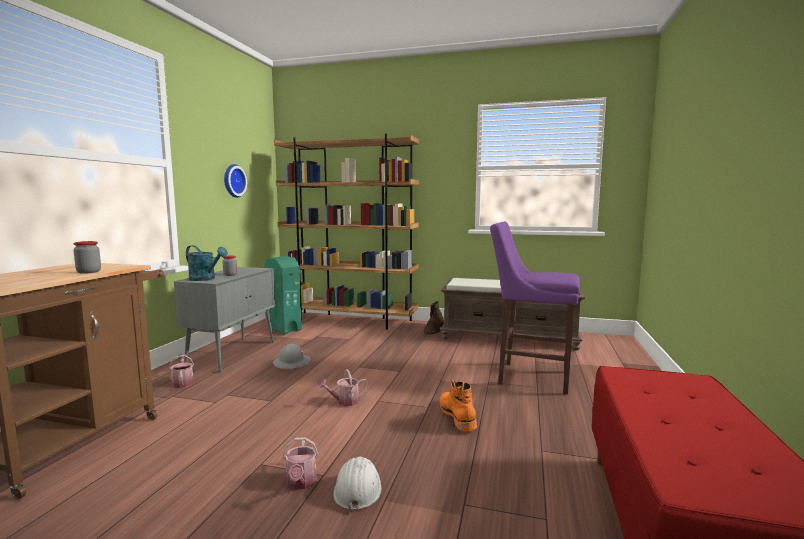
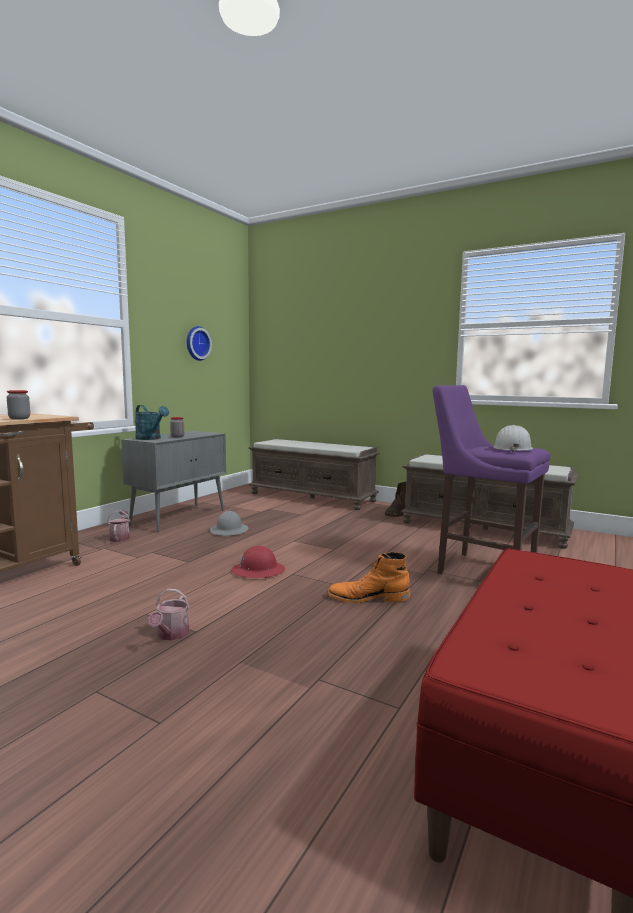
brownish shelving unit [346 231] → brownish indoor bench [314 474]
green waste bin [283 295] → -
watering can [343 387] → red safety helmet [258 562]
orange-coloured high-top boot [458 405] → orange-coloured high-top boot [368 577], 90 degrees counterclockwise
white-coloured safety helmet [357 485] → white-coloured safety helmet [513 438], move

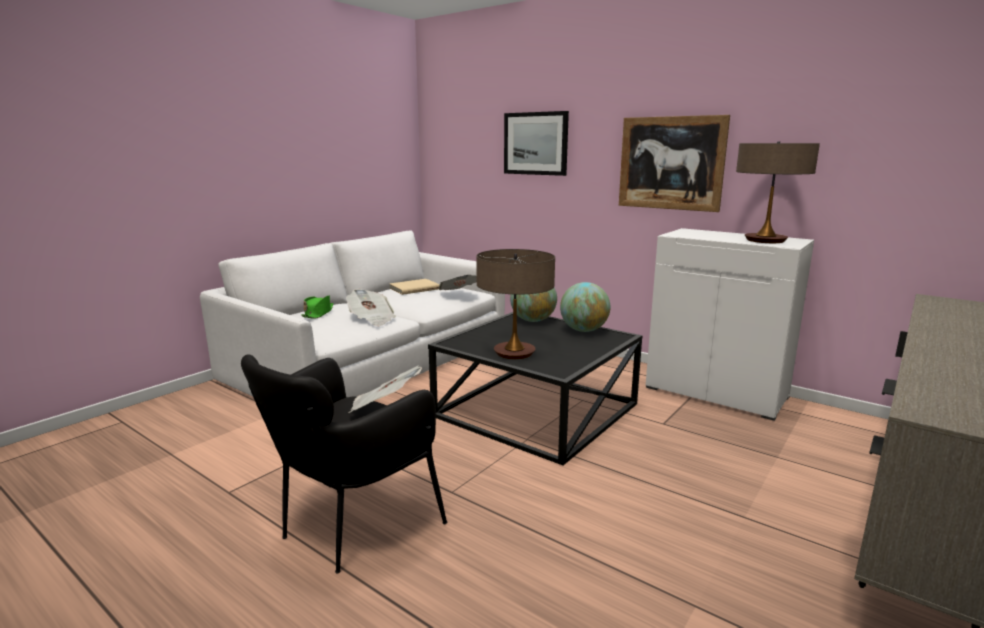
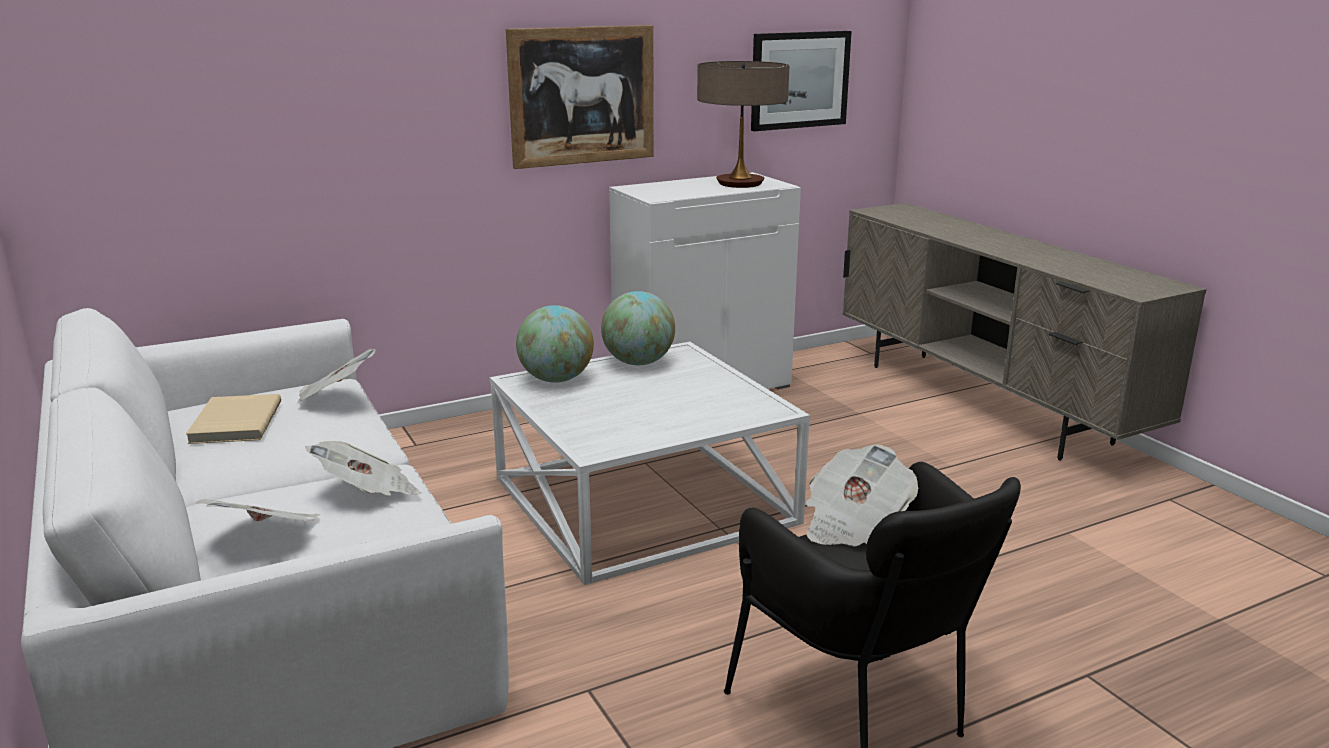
wall art [536 143] → wall art [801 81], move
lamp for a table [515 304] → -
green clothing hat [317 307] → printed paper [257 510]
blackish low table [535 389] → white-coloured low table [650 463]

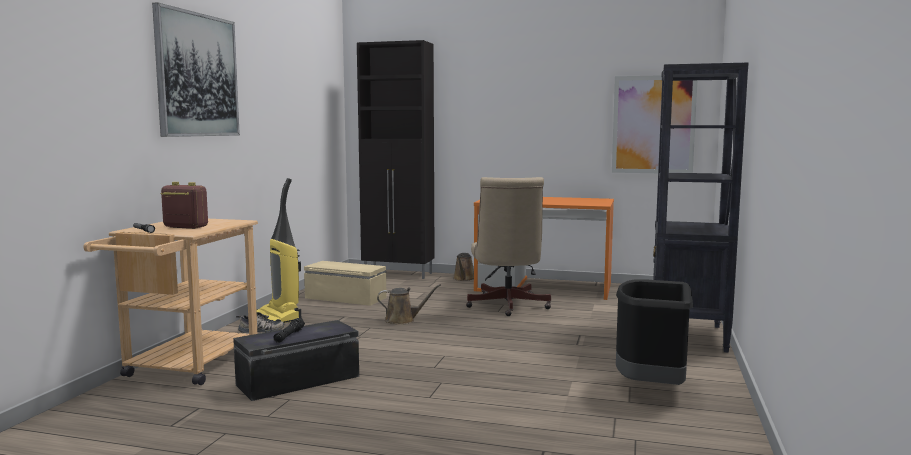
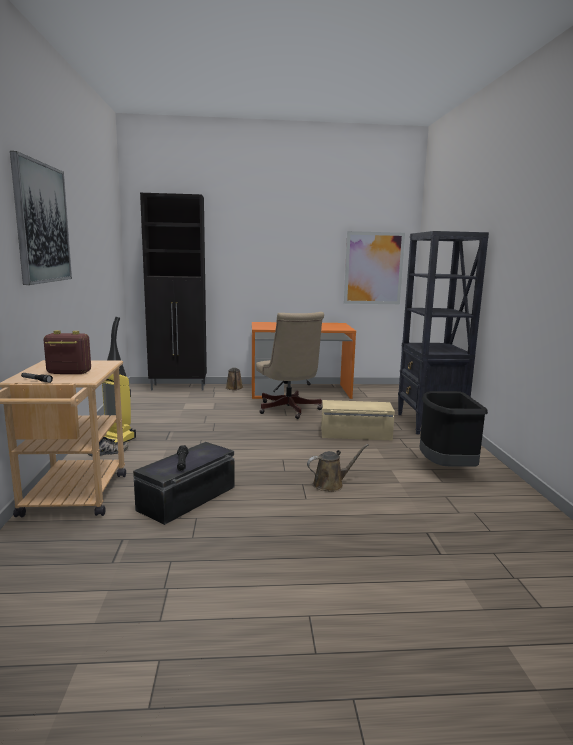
beige-coloured storage bin [345 283] → beige-coloured storage bin [358 420], move
brownish watering can [409 304] → brownish watering can [338 468], move

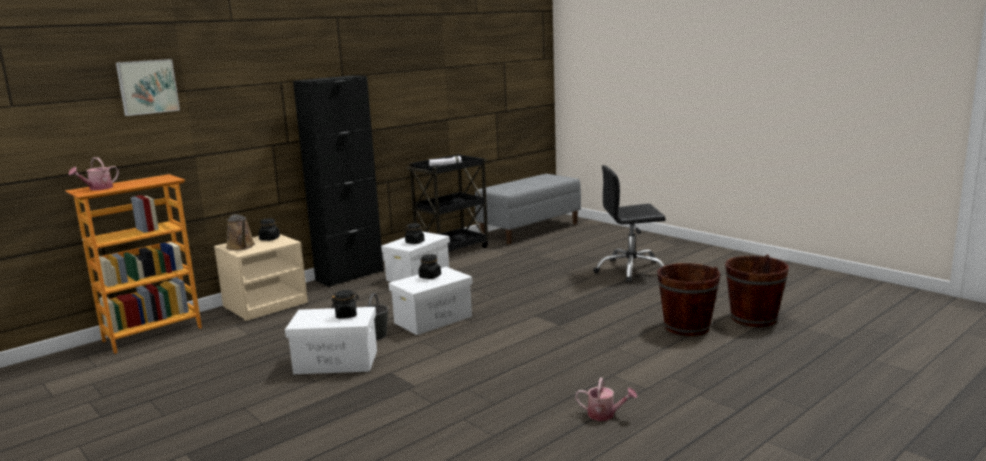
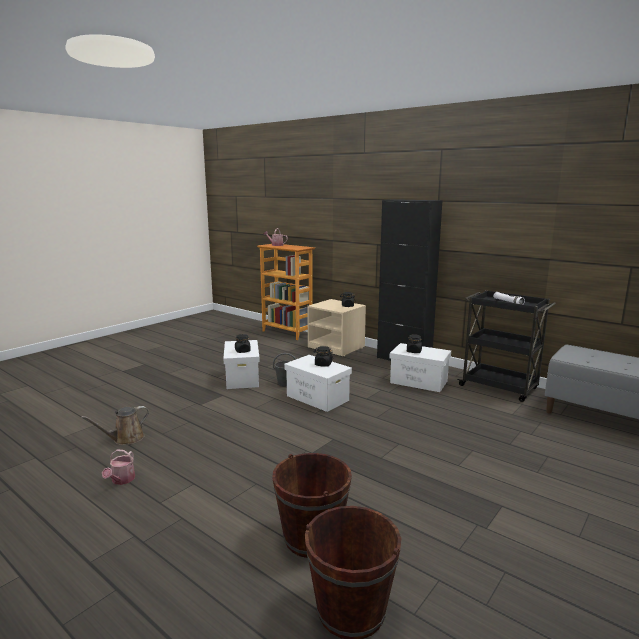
wall art [148 87] → -
blackish computer chair [629 224] → -
brownish watering can [240 233] → brownish watering can [115 425], move

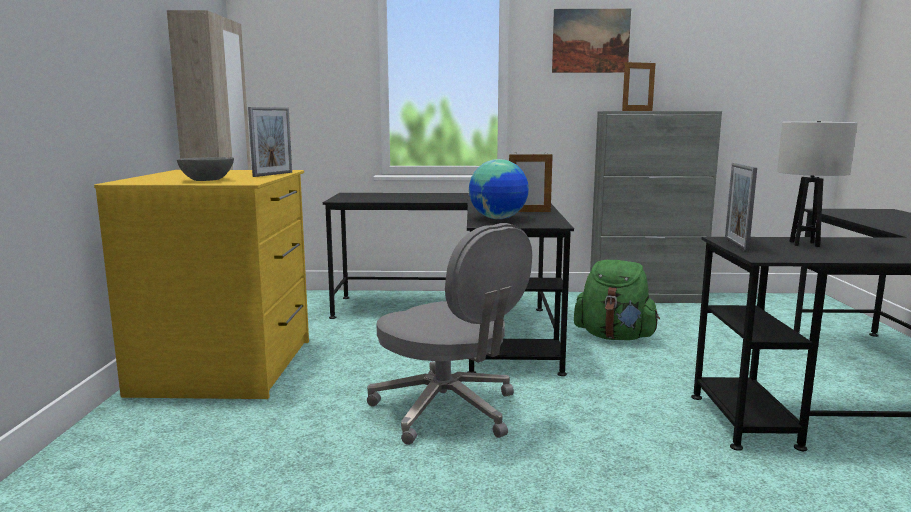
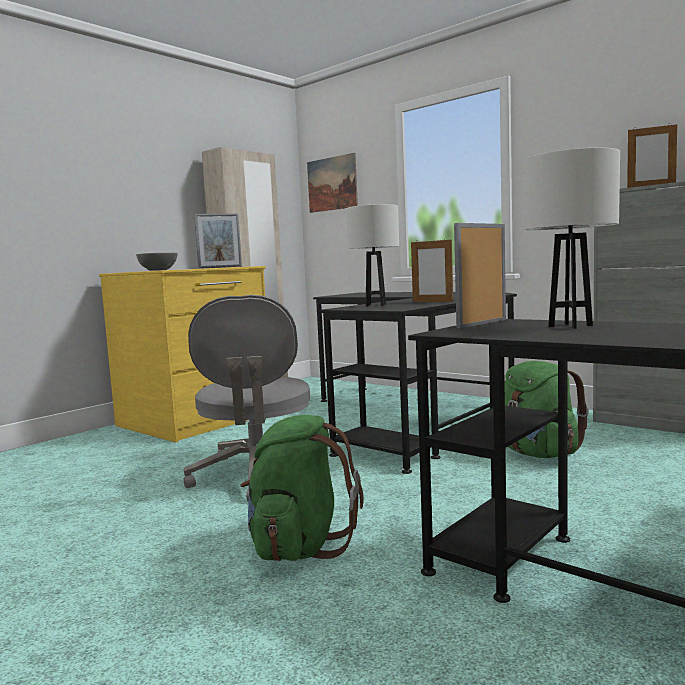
wall art [591 41] → wall art [332 183], move
desk globe [499 189] → white-coloured lamp for a table [372 255]
- → green knapsack [302 488]

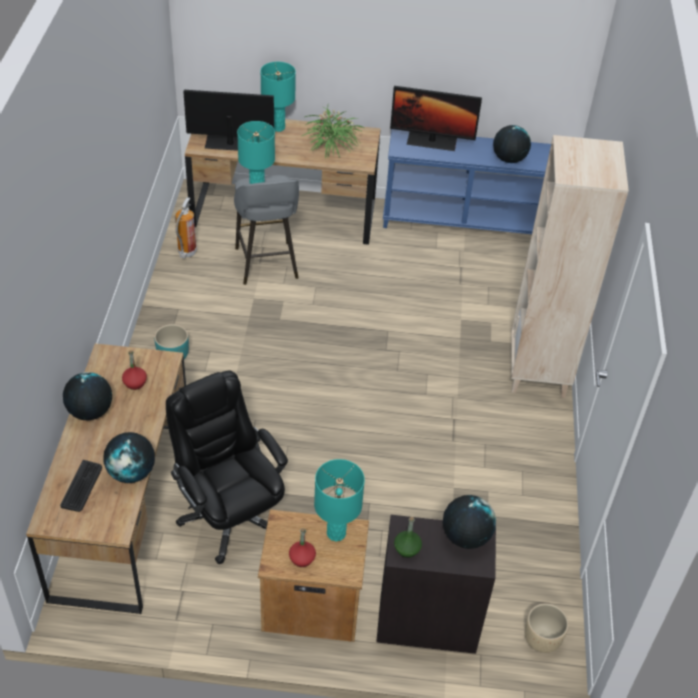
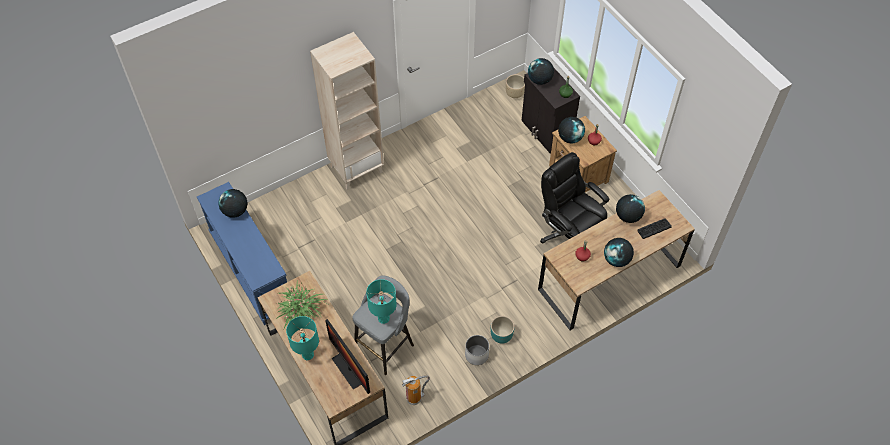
monitor [436 118] → -
blackish computer chair [227 467] → blackish computer chair [574 198], 120 degrees clockwise
turquoise lamp for a table [339 500] → desk globe [571 130]
- → white-coloured plant pot [477 350]

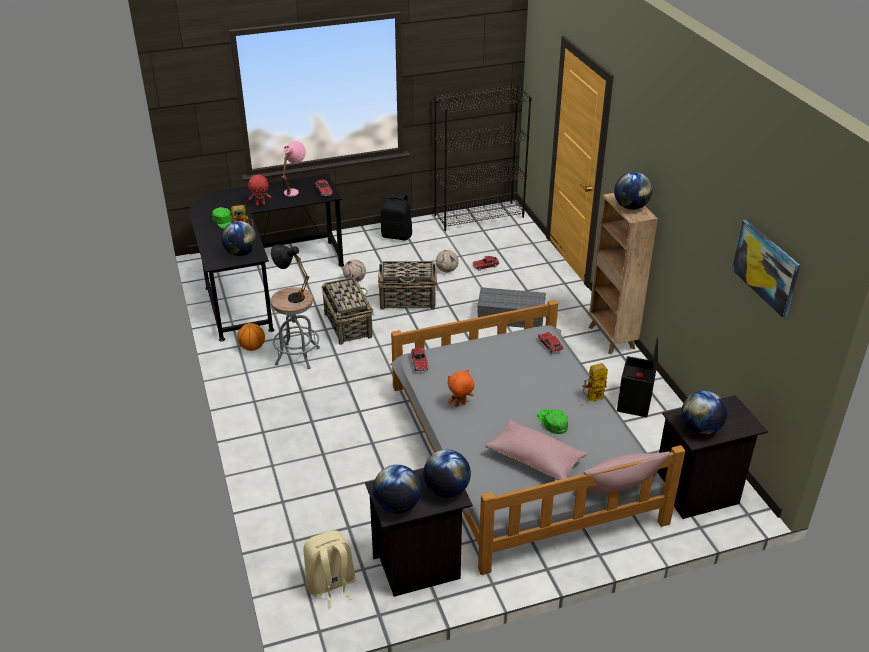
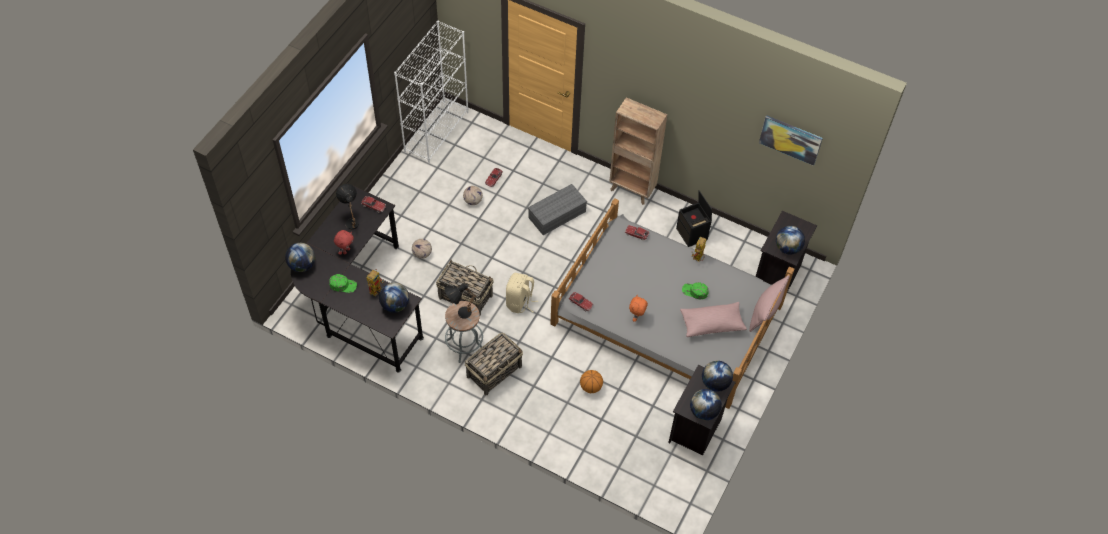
blackish shelving unit [483 158] → white-coloured shelving unit [431 92]
pinkish lamp for a table [294 169] → blackish lamp for a table [347 206]
desk globe [633 191] → desk globe [300 257], move
blackish knapsack [396 216] → -
household basket [408 285] → household basket [494 363], move
basketball [251 337] → basketball [591 381], move
beige-coloured knapsack [329 569] → beige-coloured knapsack [522 293], move

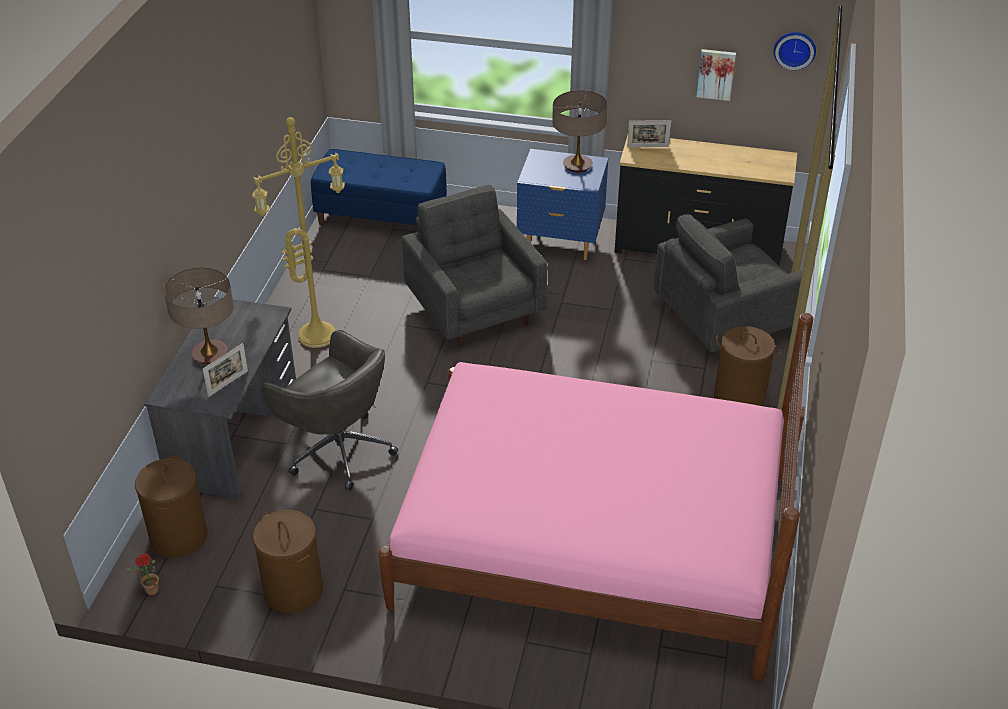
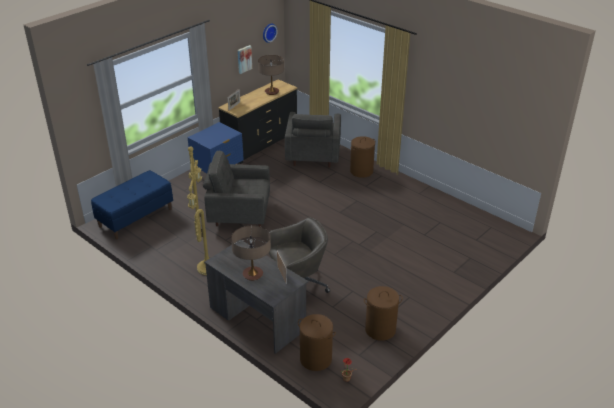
lamp for a table [579 131] → lamp for a table [271 75], move
pinkish bed [595 497] → -

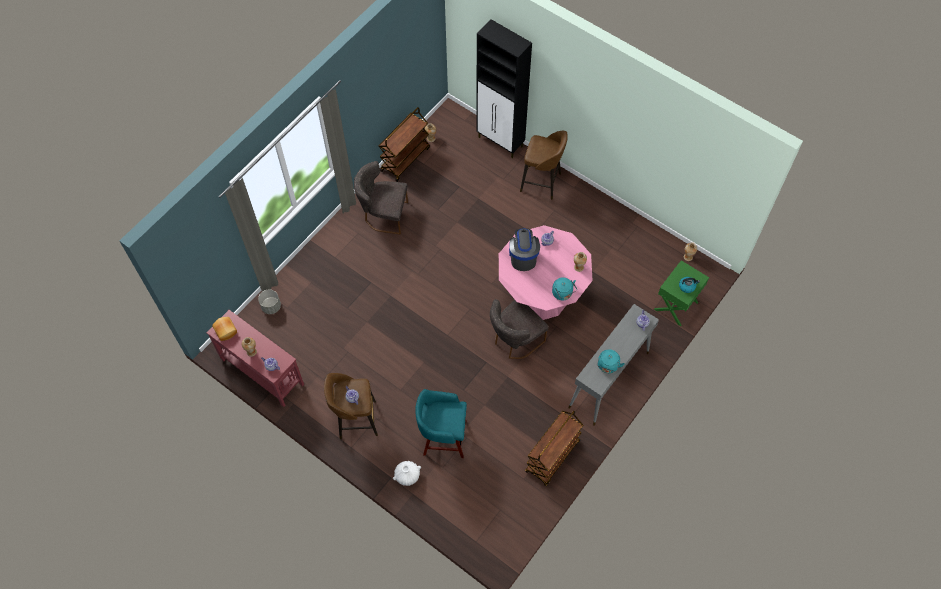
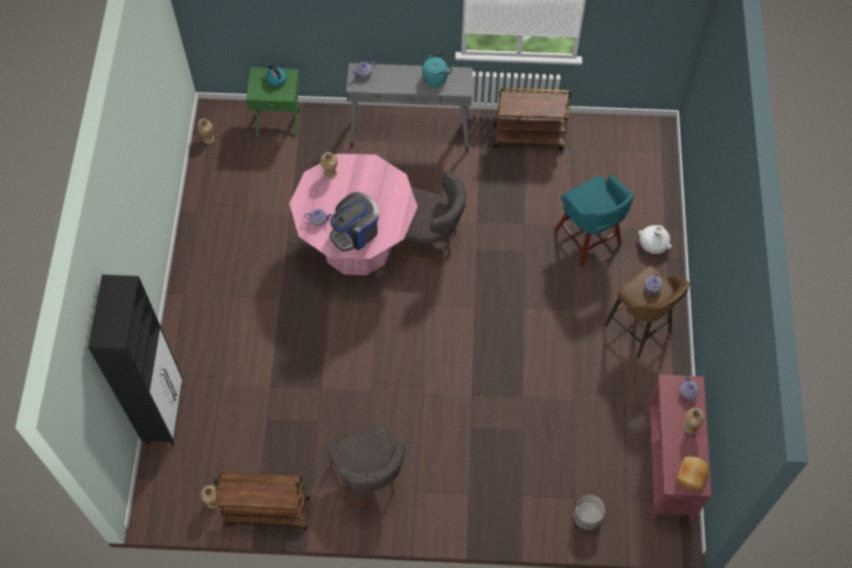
brownish sitting stool [544 165] → -
turquoise kettle [564 289] → -

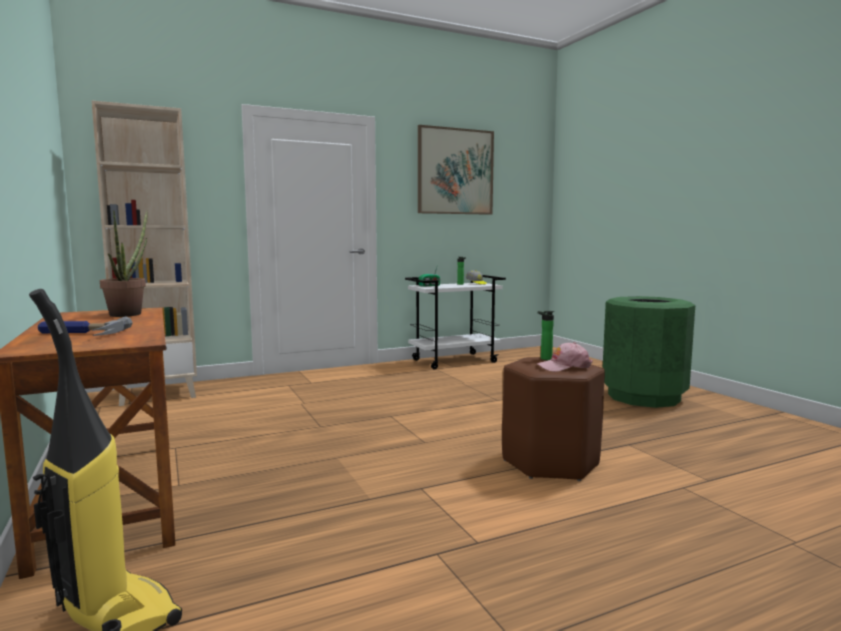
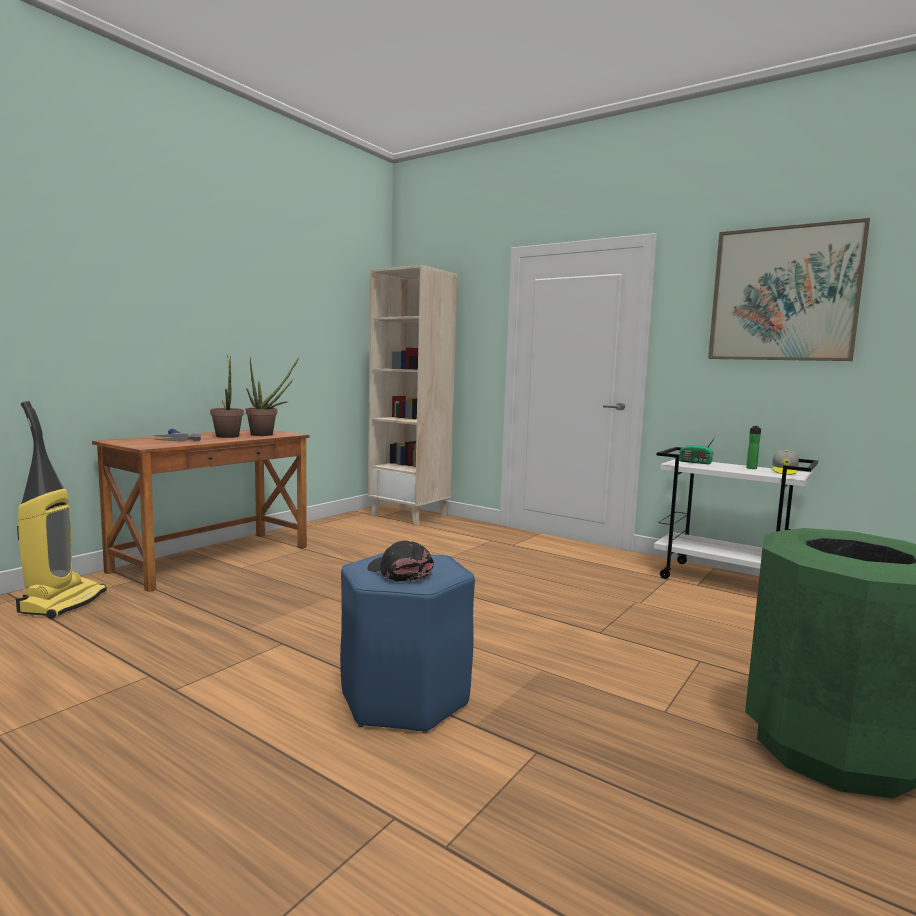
beverage bottle [545 335] → -
pinkish baseball cap [565 357] → blackish baseball cap [400 561]
brownish sitting stool [553 419] → blue sitting stool [407 643]
- → plant in a pot [227 396]

